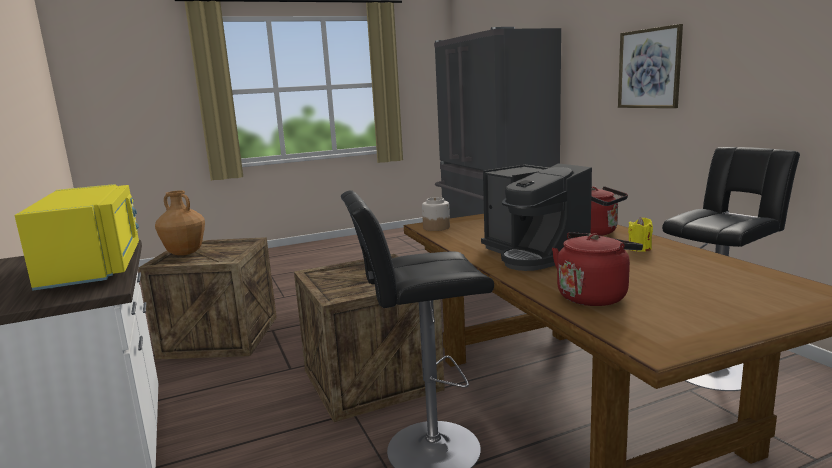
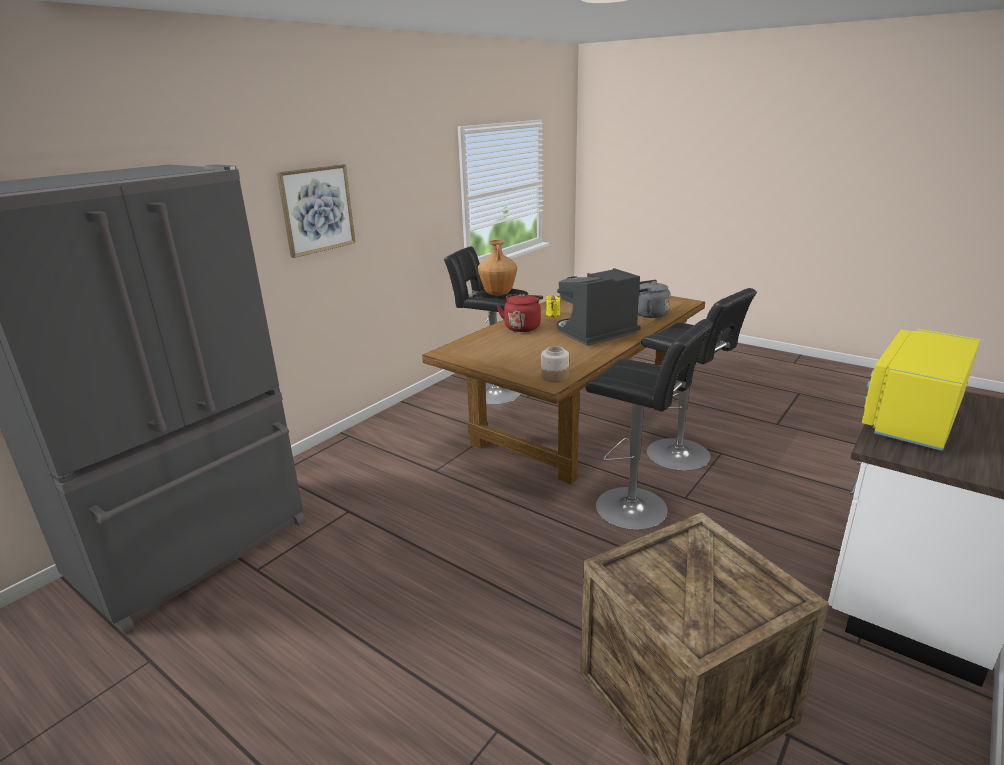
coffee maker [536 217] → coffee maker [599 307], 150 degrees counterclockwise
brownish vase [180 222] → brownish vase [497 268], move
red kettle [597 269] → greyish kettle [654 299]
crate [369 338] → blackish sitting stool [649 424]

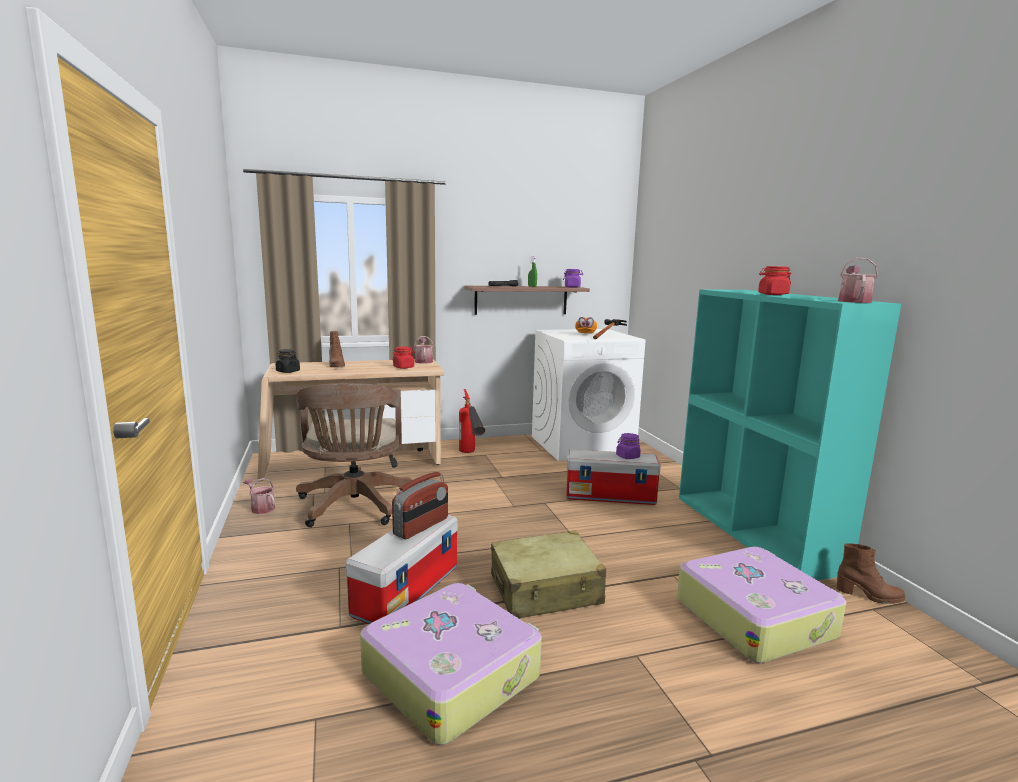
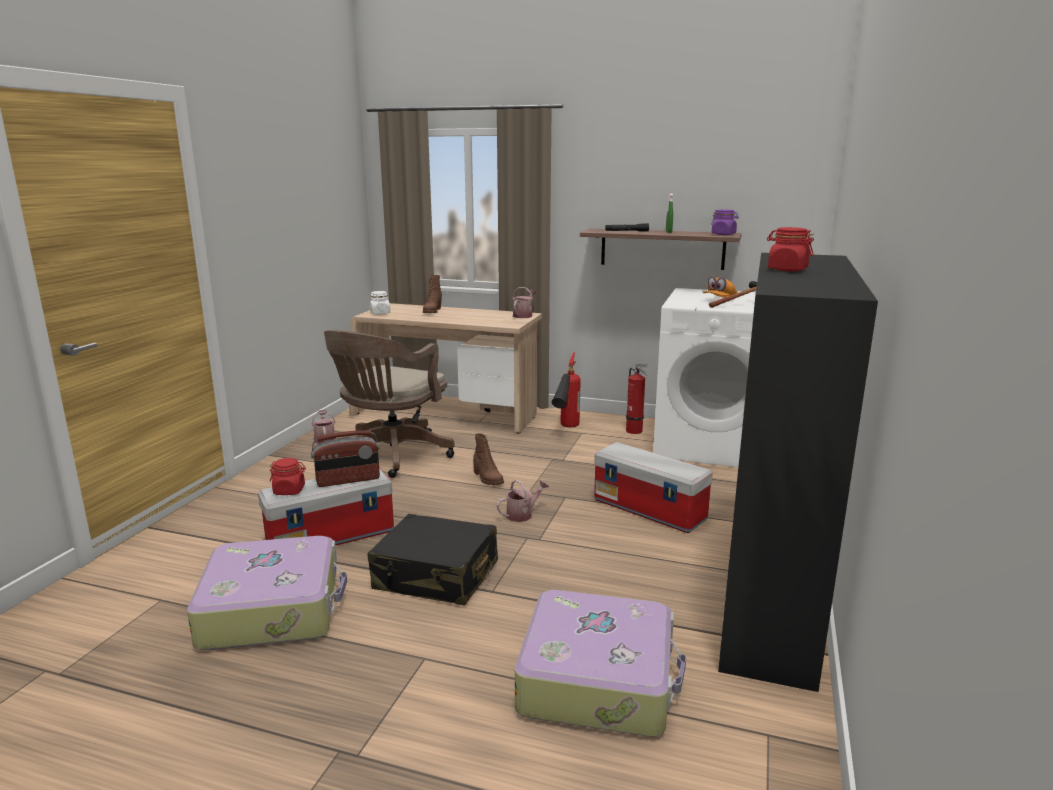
watering can [858 280] → watering can [523 501], move
turquoise shelving unit [790 435] → blackish shelving unit [798 472]
red jar [404 357] → red jar [288 476], move
blackish jar [288 361] → white-coloured jar [380 303]
purple jar [628 446] → -
beige-coloured piece of luggage [548 574] → blackish piece of luggage [433 560]
brownish high-top boot [871 573] → brownish high-top boot [488 459], move
- → fire extinguisher [637 399]

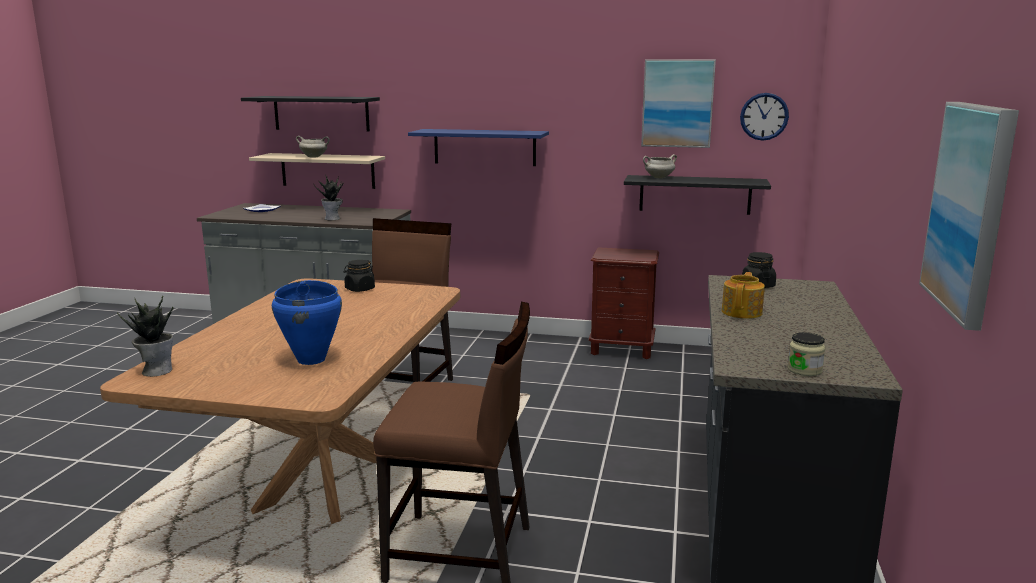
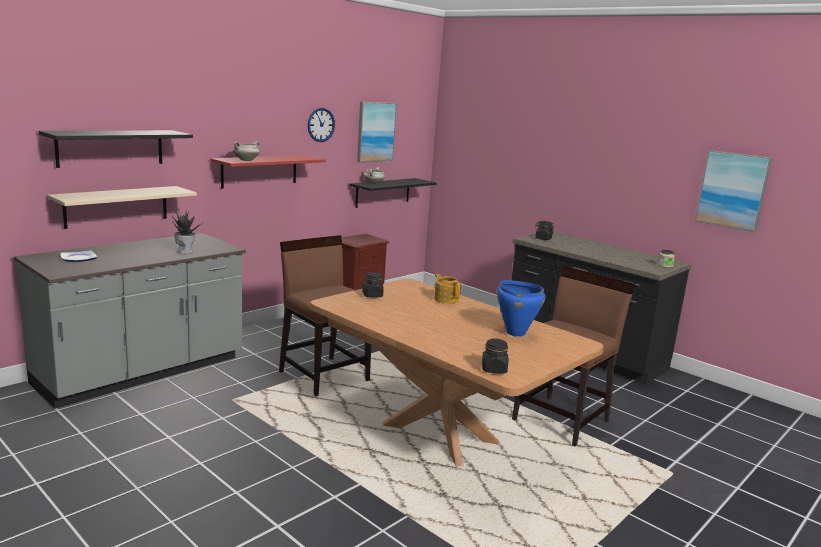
wall clock [764 117] → wall clock [321 125], move
blue shelf [478 147] → red shelf [268 172]
white-coloured cooking pot [312 147] → white-coloured cooking pot [246 151], move
tea pot [743 295] → tea pot [447 289], move
plant in a pot [145 336] → blackish jar [495 355]

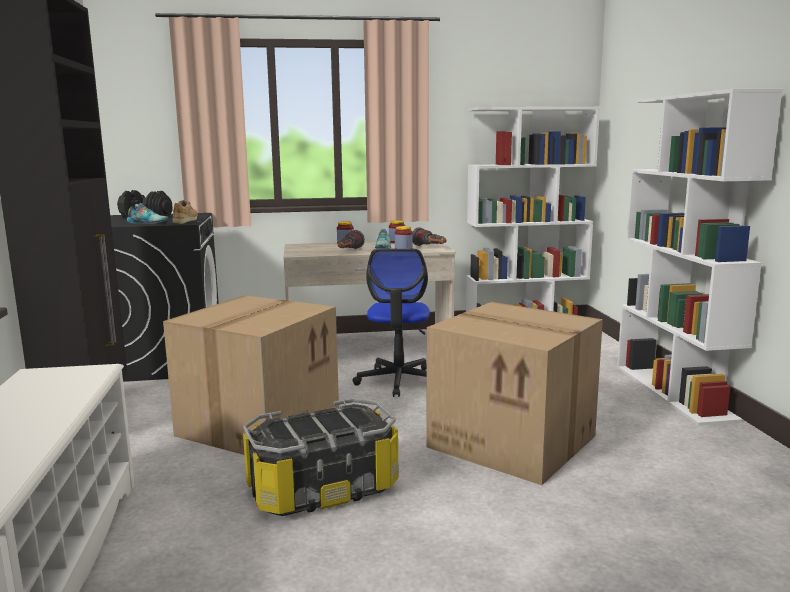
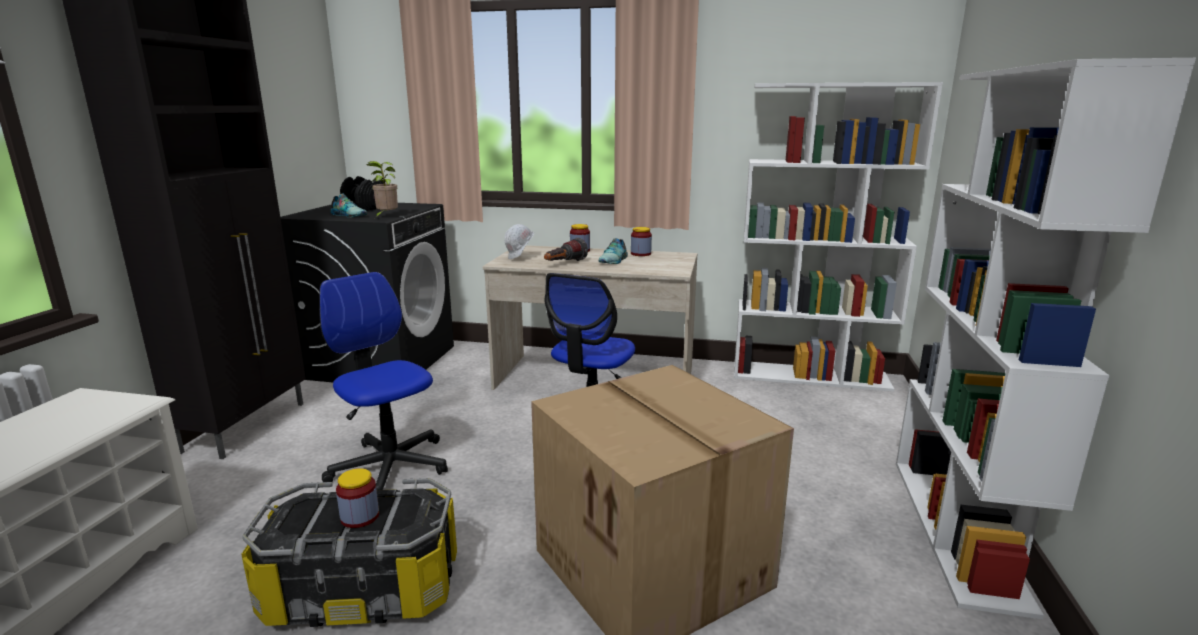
beige-coloured low shoe [185 212] → plant in a pot [382 189]
jar [404 237] → jar [357 498], move
flashlight [429 236] → -
cardboard box [251 375] → computer chair [383 381]
- → white-coloured safety helmet [519 241]

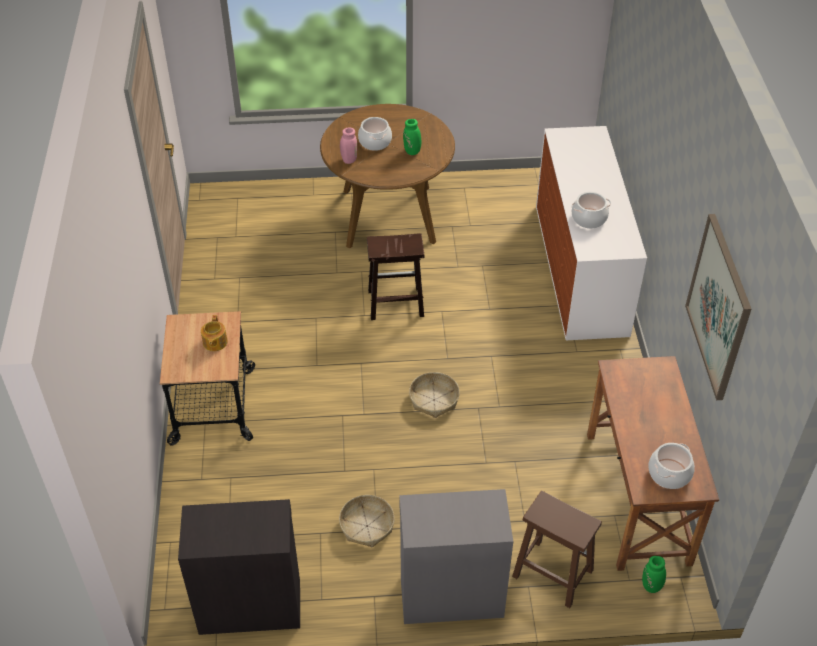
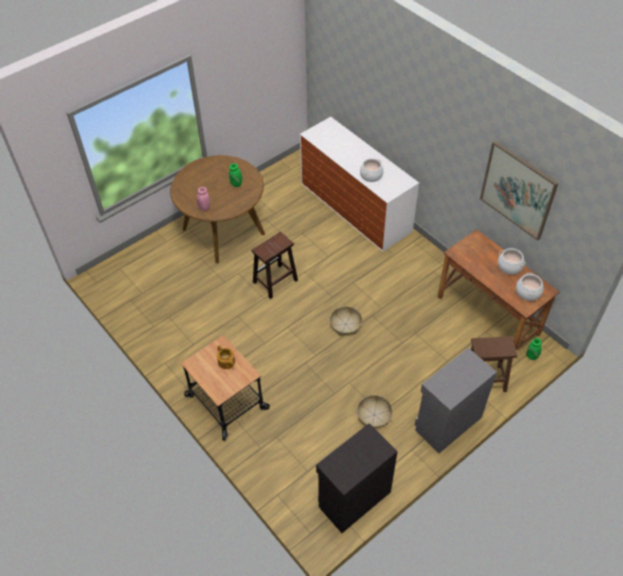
cooking pot [375 134] → cooking pot [511 261], move

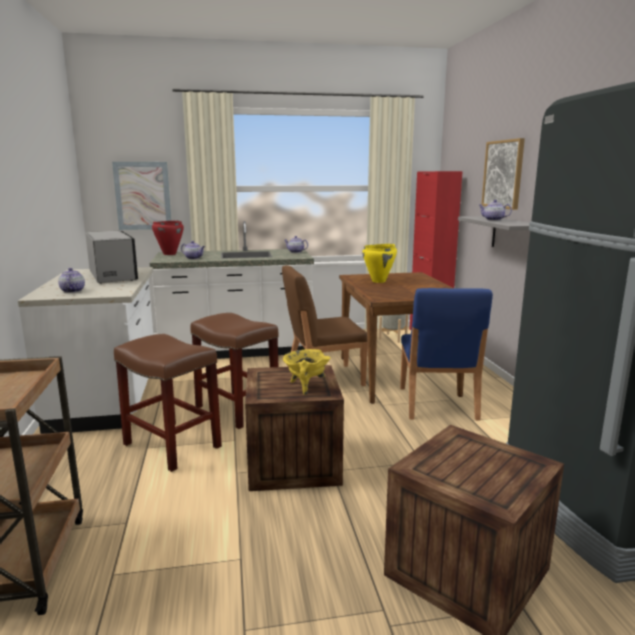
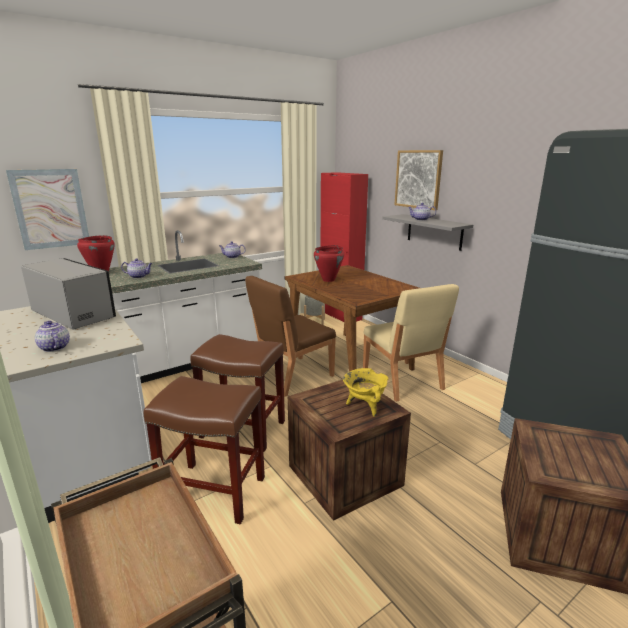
yellow cooking pot [379 263] → red cooking pot [329 263]
blue upright chair [446 354] → beige-coloured upright chair [411 343]

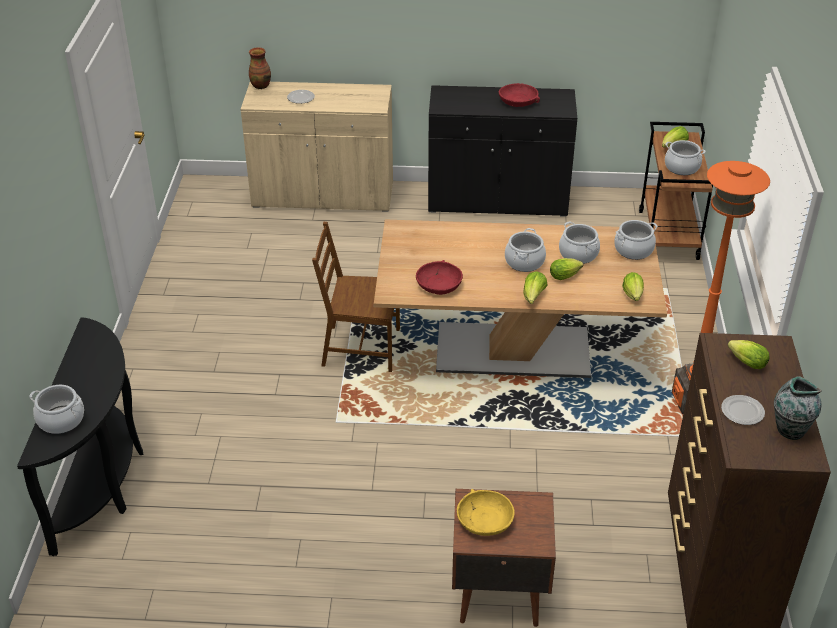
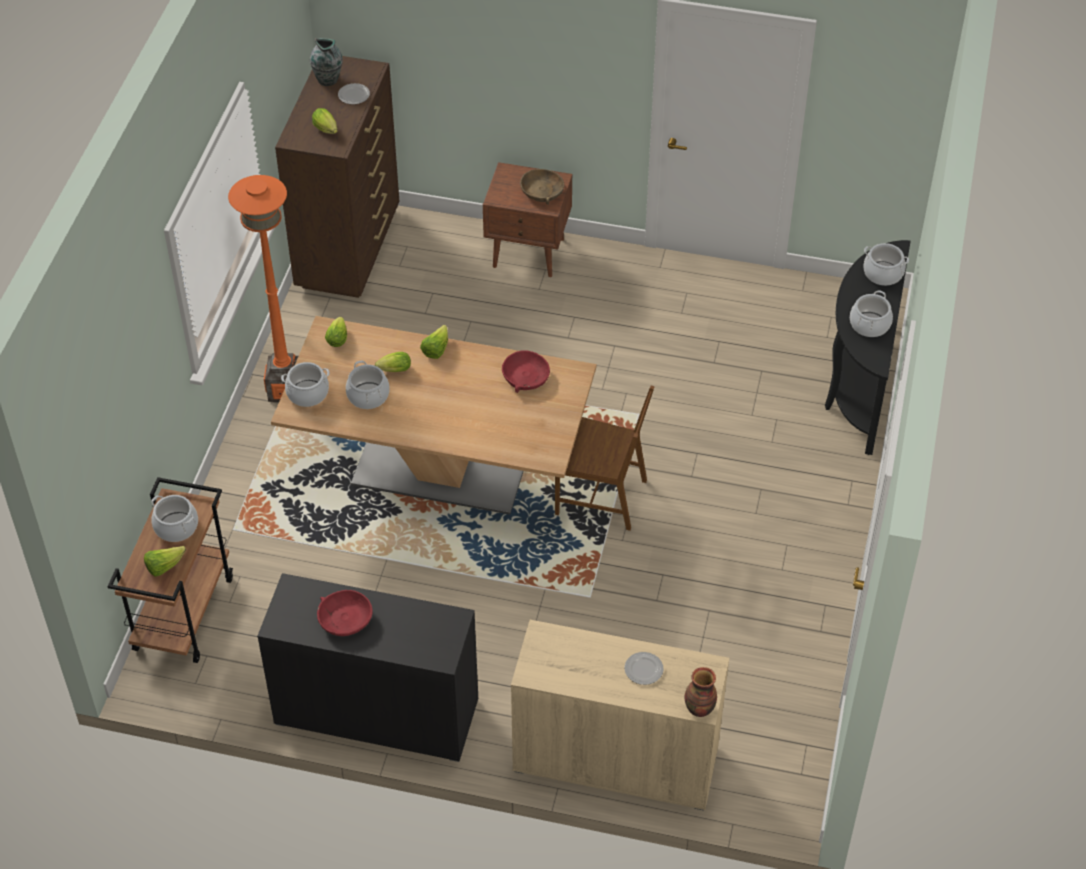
cooking pot [525 250] → cooking pot [871 313], move
yellow serving bowl [486 512] → brownish serving bowl [542 187]

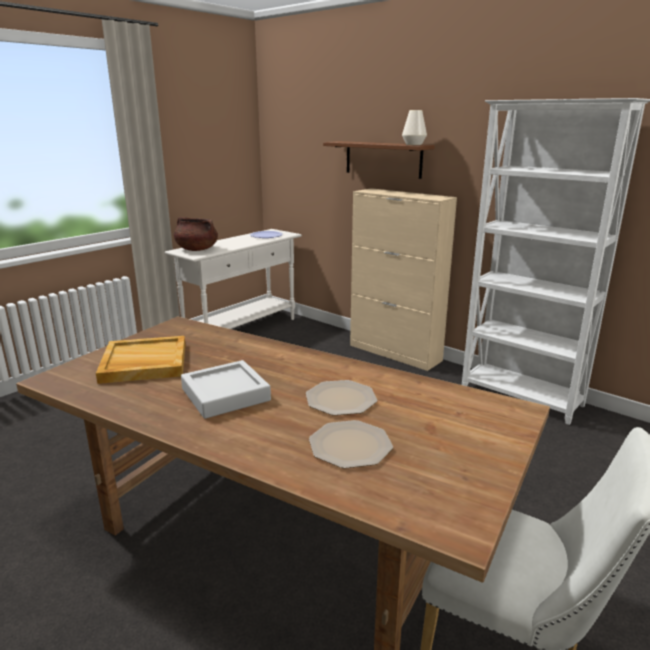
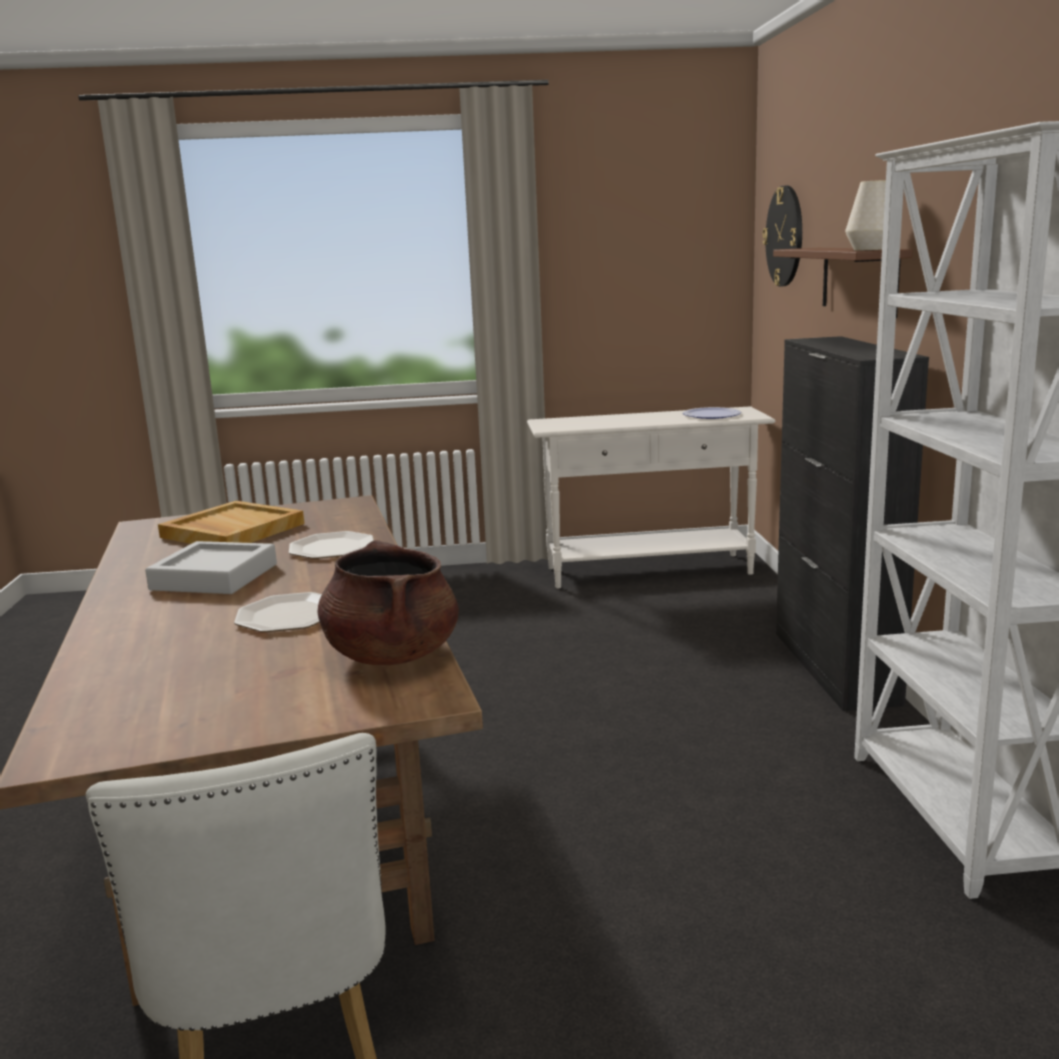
beige-coloured storage cabinet [403 279] → blackish storage cabinet [852 523]
brownish cooking pot [196 234] → brownish cooking pot [388 602], move
flat dish [351 444] → flat dish [331 545], move
- → wall clock [782 236]

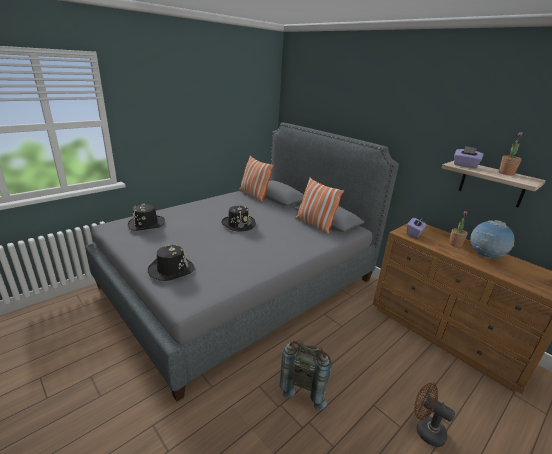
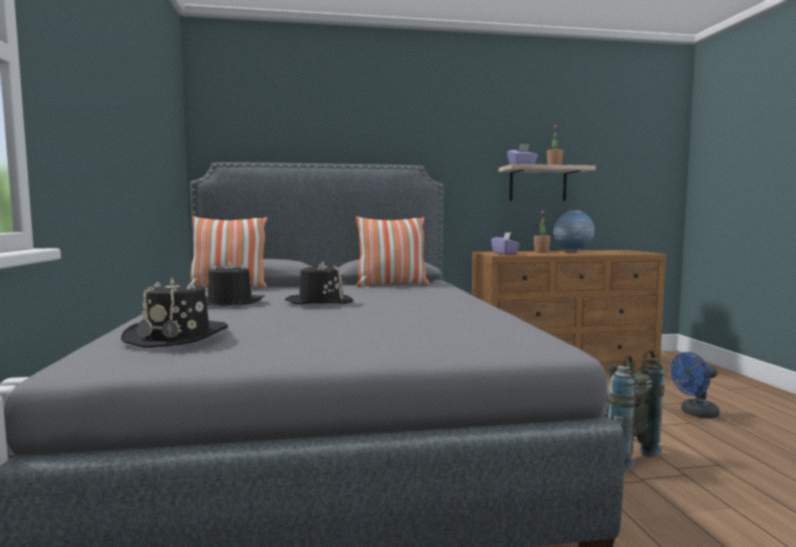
blackish clothing hat [171 262] → blackish clothing hat [235 283], move
brownish fan [434 415] → blue fan [695 385]

